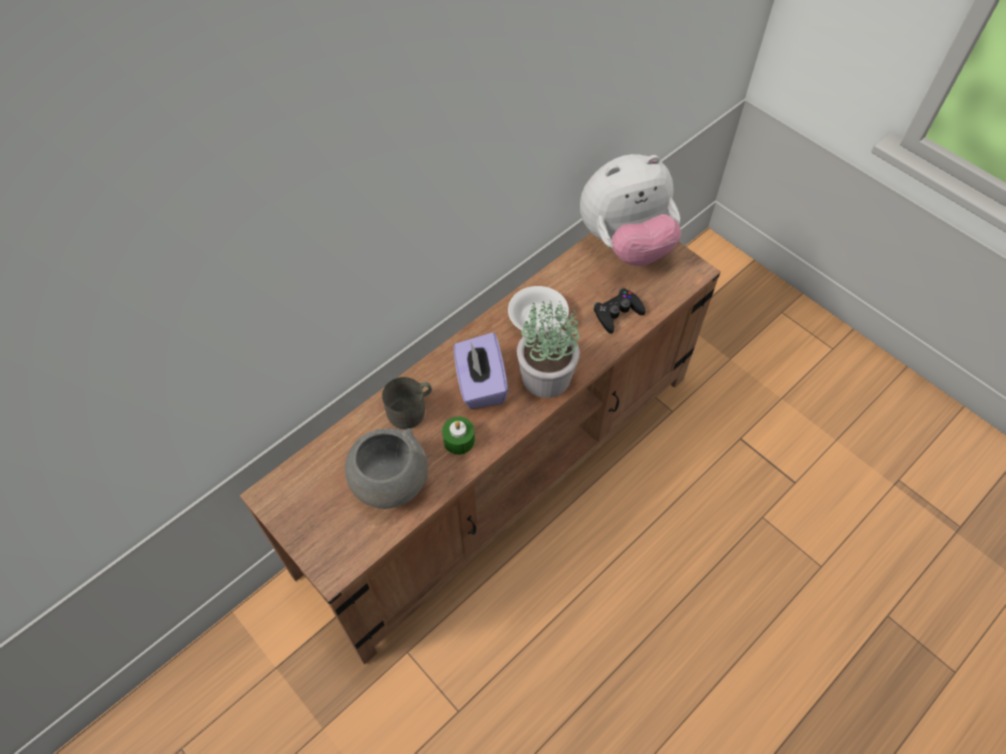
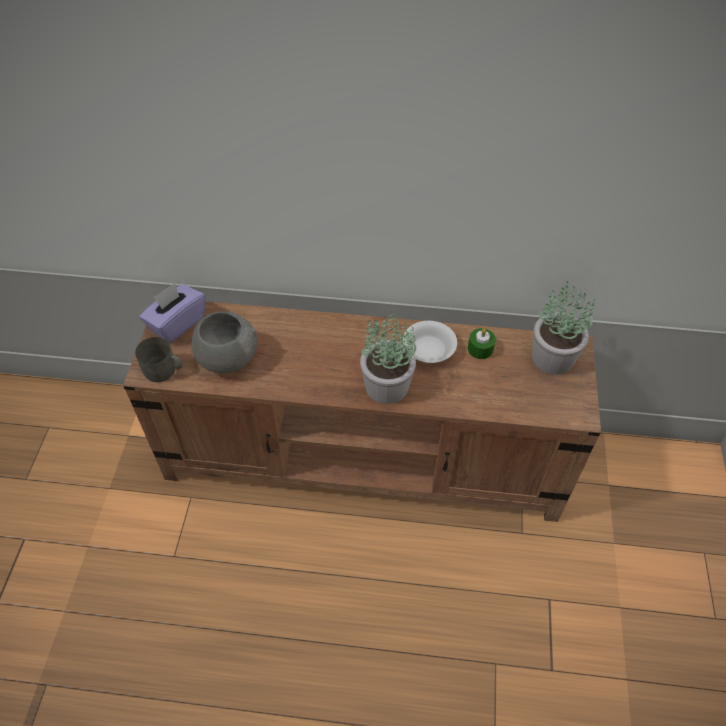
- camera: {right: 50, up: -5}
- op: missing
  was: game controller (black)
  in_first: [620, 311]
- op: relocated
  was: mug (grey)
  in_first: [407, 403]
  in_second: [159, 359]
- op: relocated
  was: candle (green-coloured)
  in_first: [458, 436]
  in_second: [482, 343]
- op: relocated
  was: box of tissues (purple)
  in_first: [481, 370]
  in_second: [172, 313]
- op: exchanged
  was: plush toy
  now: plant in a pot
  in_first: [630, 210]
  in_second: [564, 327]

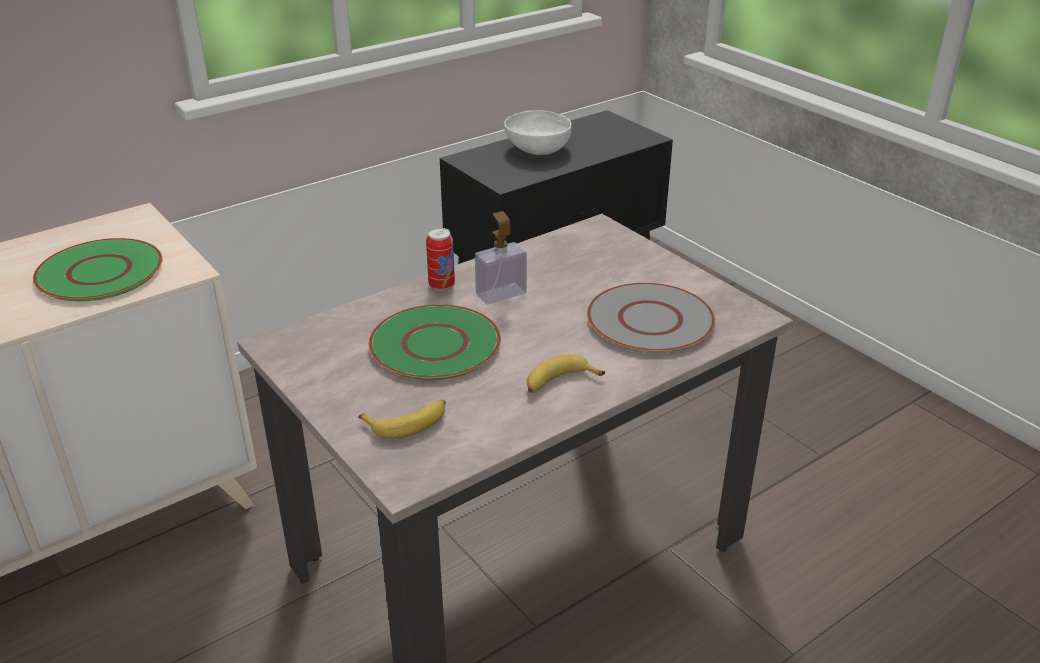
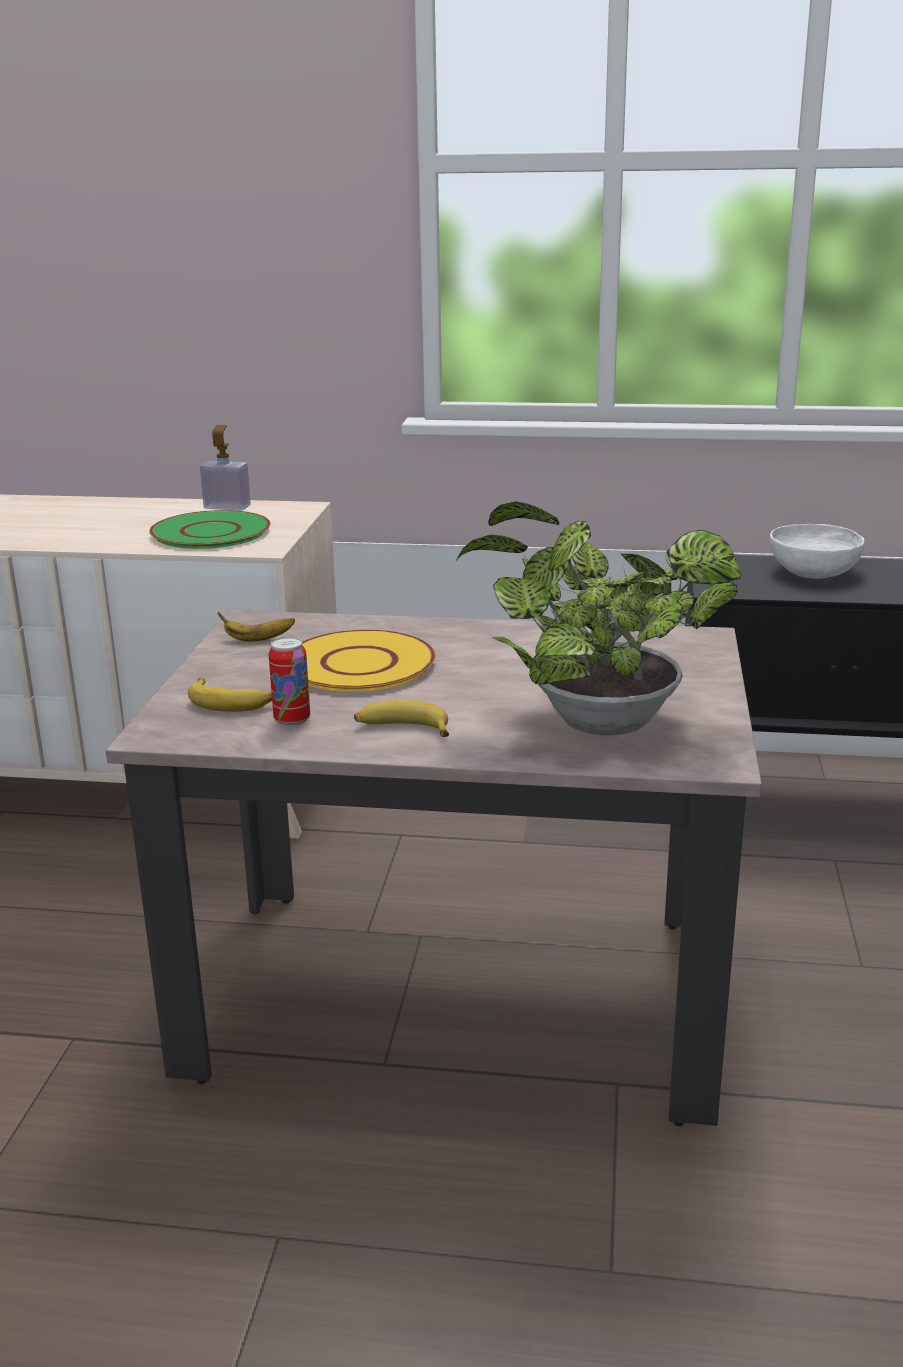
- camera: {right: 45, up: -10}
- op: appeared
  now: banana fruit
  in_second: [256, 627]
- op: relocated
  was: metal can
  in_first: [440, 259]
  in_second: [289, 681]
- op: relocated
  was: liquid soap bottle
  in_first: [501, 258]
  in_second: [225, 468]
- op: exchanged
  was: dinner plate (grey)
  now: plant in a pot
  in_first: [651, 318]
  in_second: [599, 618]
- op: colour
  was: dinner plate (green-coloured)
  now: dinner plate (yellow-coloured)
  in_first: [434, 342]
  in_second: [369, 661]

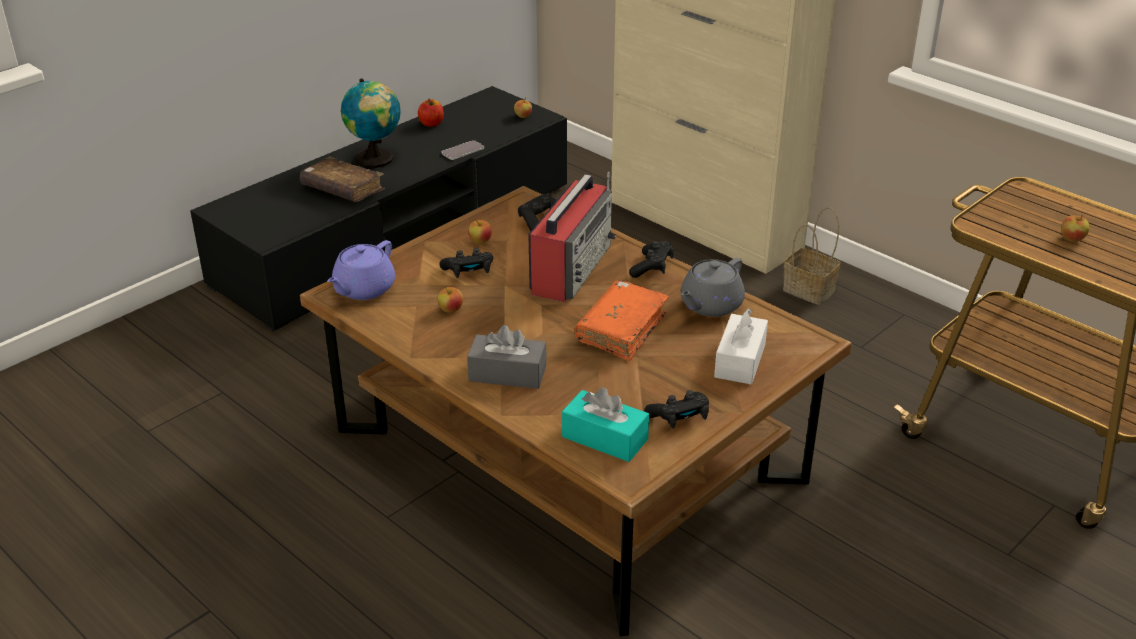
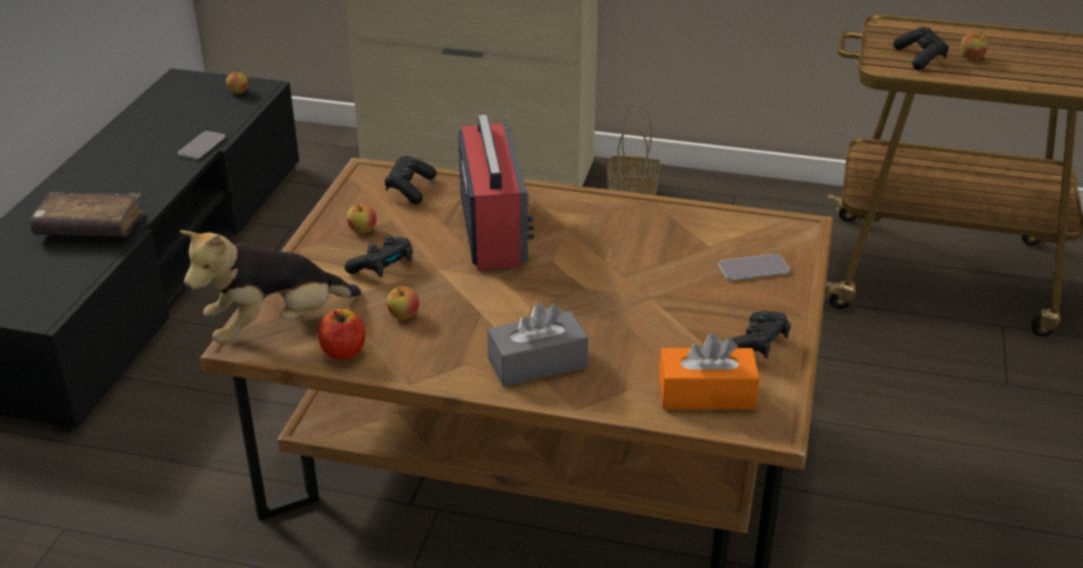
- camera: {right: -30, up: 0}
- op: missing
  was: desk globe
  in_first: [371, 123]
- op: missing
  was: book (orange)
  in_first: [622, 320]
- op: missing
  was: teapot (grey)
  in_first: [713, 287]
- op: relocated
  was: apple fruit
  in_first: [431, 113]
  in_second: [341, 334]
- op: relocated
  was: game controller (black)
  in_first: [651, 259]
  in_second: [921, 48]
- op: exchanged
  was: teapot (purple)
  now: plush toy
  in_first: [361, 270]
  in_second: [270, 286]
- op: exchanged
  was: box of tissues (whitish)
  now: handset
  in_first: [741, 346]
  in_second: [753, 267]
- op: colour
  was: box of tissues (turquoise)
  now: box of tissues (orange)
  in_first: [605, 425]
  in_second: [709, 371]

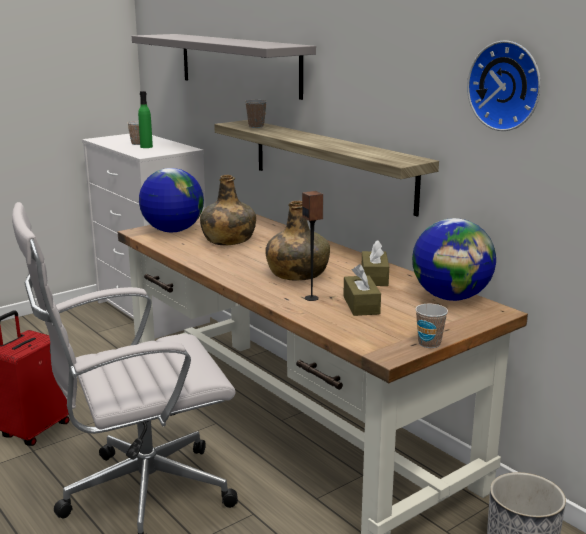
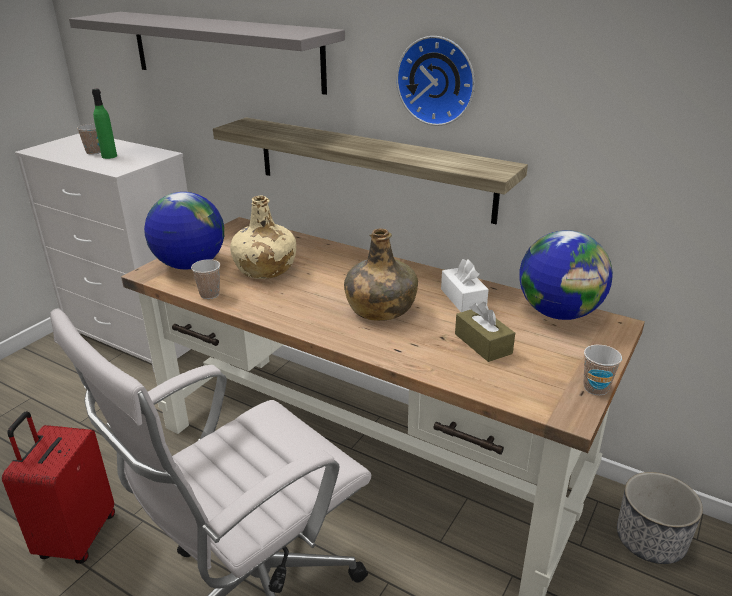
- camera: {right: -20, up: 10}
- op: missing
  was: speaker
  in_first: [313, 246]
- op: relocated
  was: cup
  in_first: [256, 114]
  in_second: [205, 279]
- op: relocated
  was: wall clock
  in_first: [504, 86]
  in_second: [435, 81]
- op: colour
  was: drink bottle (green-coloured)
  now: drink bottle (beige)
  in_first: [228, 210]
  in_second: [263, 237]
- op: colour
  was: box of tissues (brown-coloured)
  now: box of tissues (whitish)
  in_first: [375, 263]
  in_second: [465, 285]

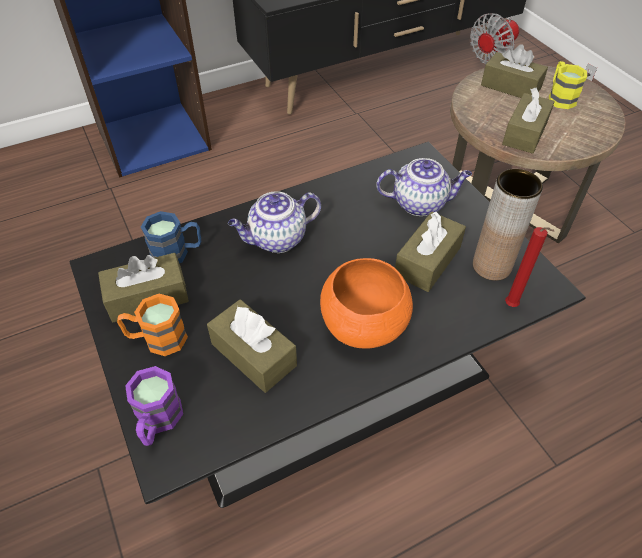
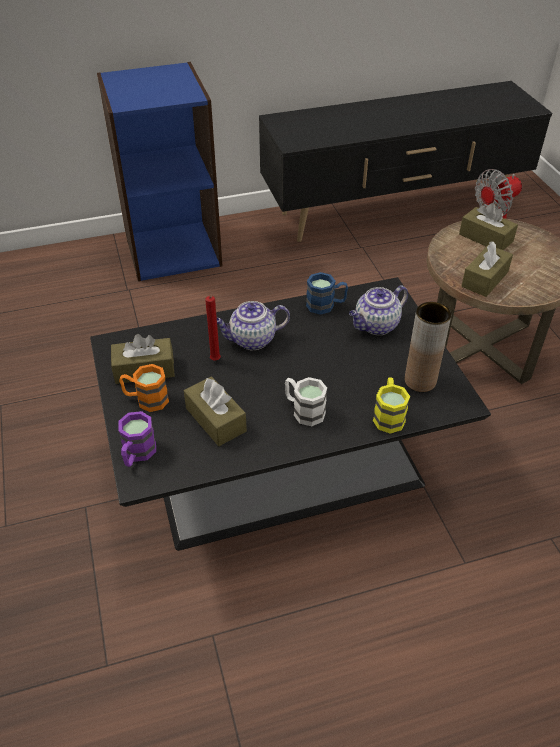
- camera: {right: 10, up: -5}
- op: missing
  was: box of tissues (brown-coloured)
  in_first: [430, 251]
- op: relocated
  was: mug (blue)
  in_first: [171, 237]
  in_second: [327, 293]
- op: relocated
  was: candle (red-coloured)
  in_first: [529, 267]
  in_second: [213, 328]
- op: relocated
  was: mug (yellow-coloured)
  in_first: [568, 85]
  in_second: [391, 405]
- op: exchanged
  was: serving bowl (orange)
  now: mug (whitish)
  in_first: [366, 303]
  in_second: [306, 401]
- op: spun
  was: teapot
  in_first: [424, 187]
  in_second: [378, 310]
  clockwise: 135

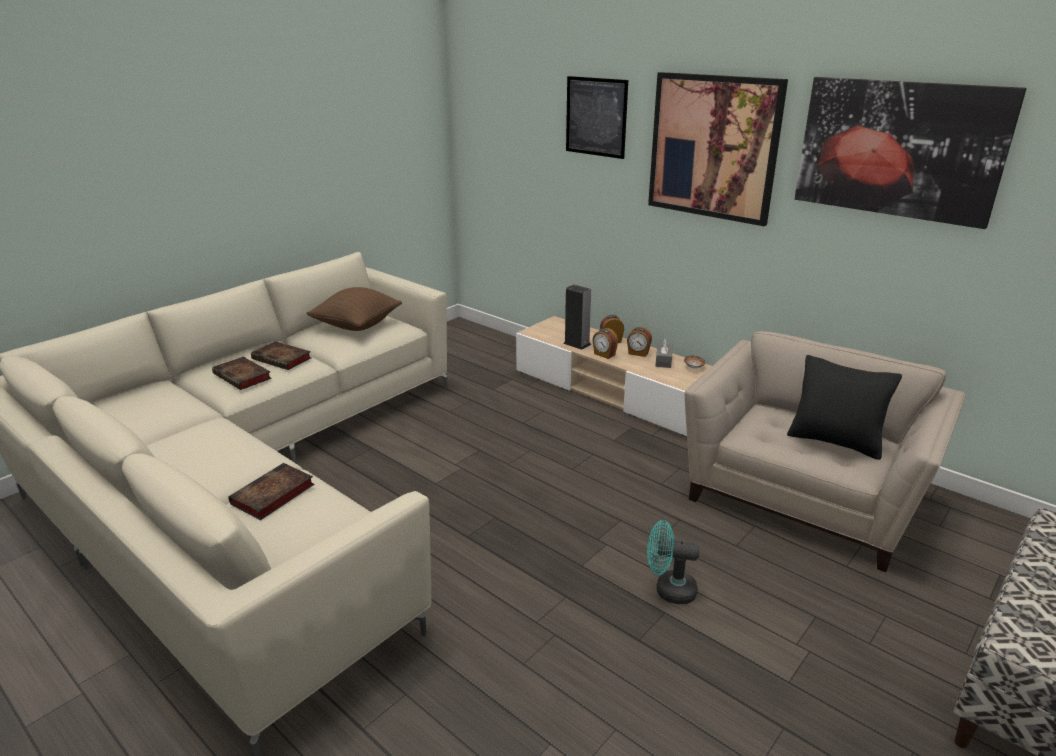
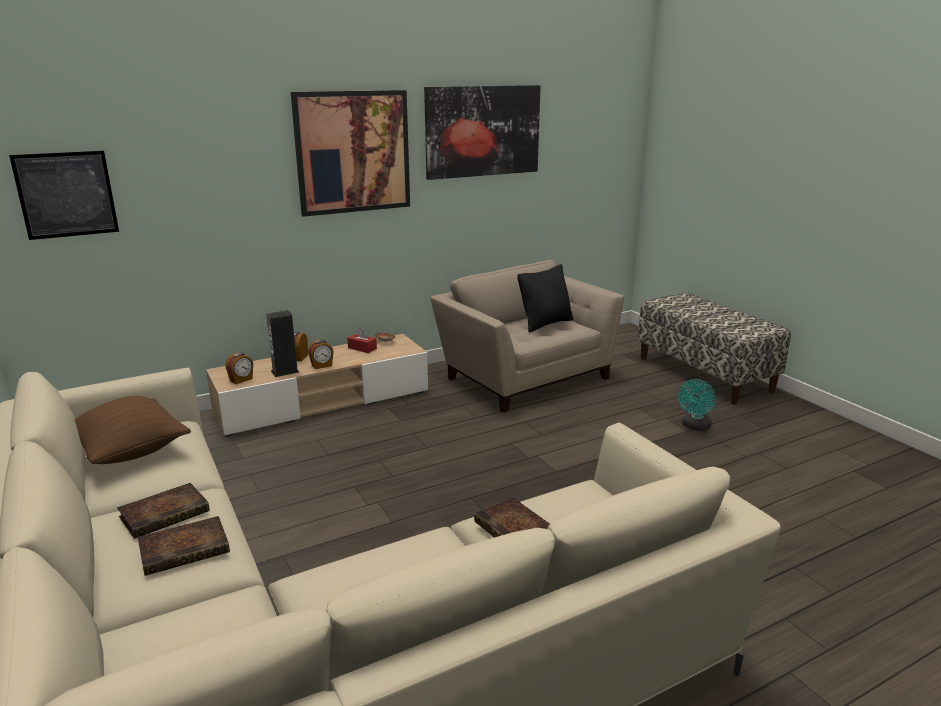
- camera: {right: -70, up: -5}
- op: relocated
  was: wall art
  in_first: [597, 117]
  in_second: [64, 195]
- op: relocated
  was: alarm clock
  in_first: [639, 342]
  in_second: [239, 368]
- op: relocated
  was: cooling fan (turquoise)
  in_first: [673, 562]
  in_second: [697, 405]
- op: colour
  was: box of tissues (grey)
  now: box of tissues (red-coloured)
  in_first: [664, 353]
  in_second: [362, 340]

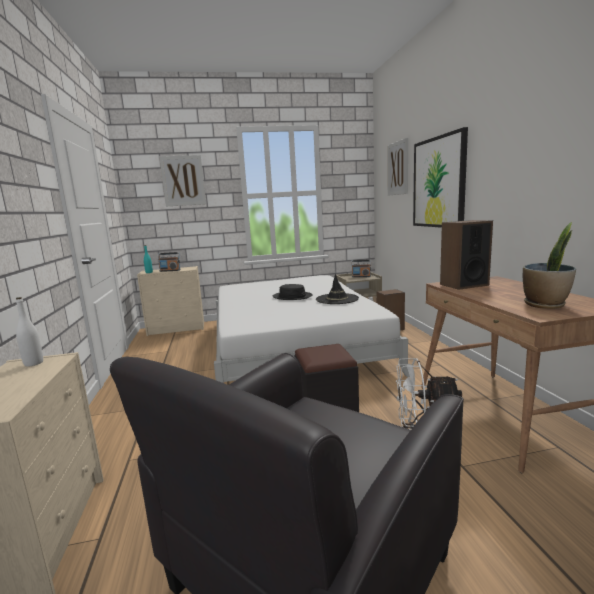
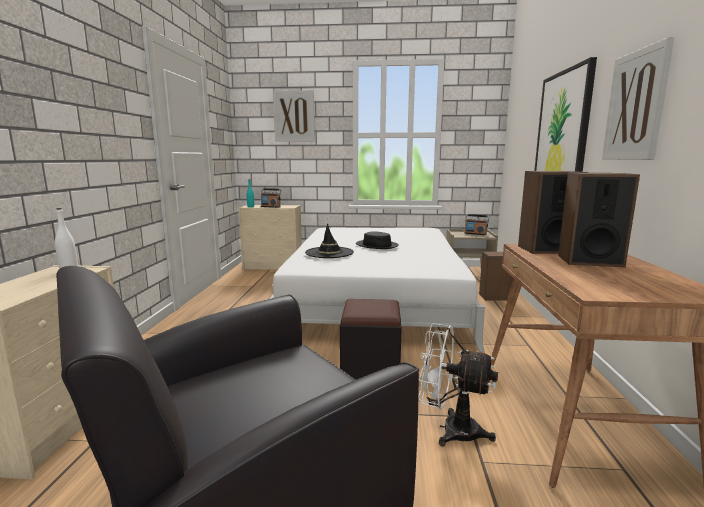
- camera: {right: 15, up: 0}
- op: missing
  was: plant in a pot
  in_first: [549, 265]
- op: appeared
  now: speaker
  in_second: [599, 220]
- op: relocated
  was: wearable hat (black)
  in_first: [337, 289]
  in_second: [329, 241]
- op: relocated
  was: wall art
  in_first: [398, 167]
  in_second: [638, 98]

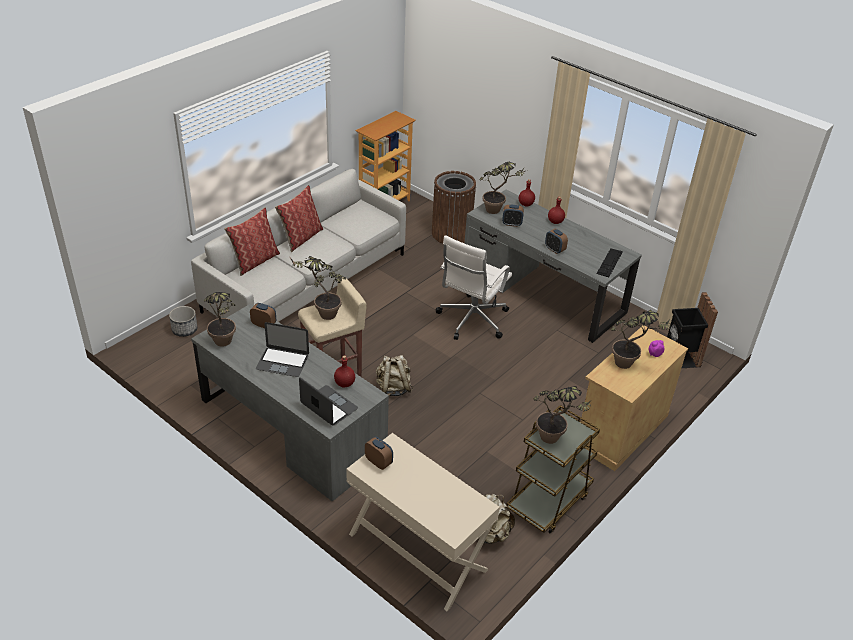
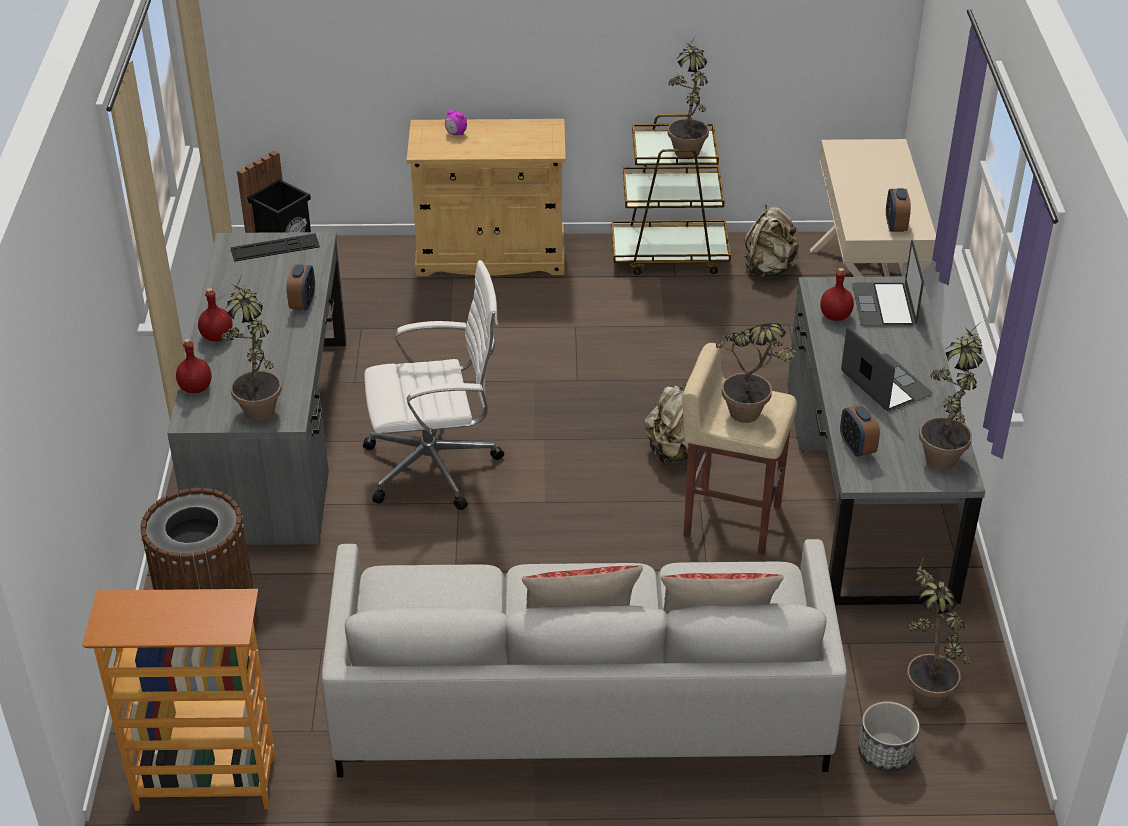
- camera: {right: -130, up: 0}
- op: missing
  was: alarm clock
  in_first: [513, 216]
- op: relocated
  was: plant in a pot
  in_first: [640, 339]
  in_second: [939, 632]

